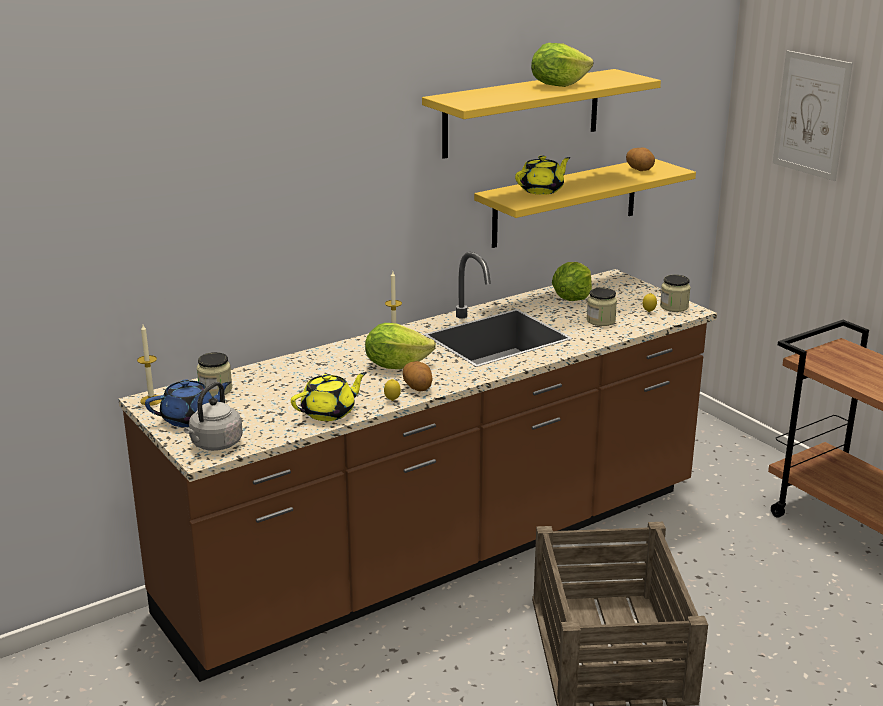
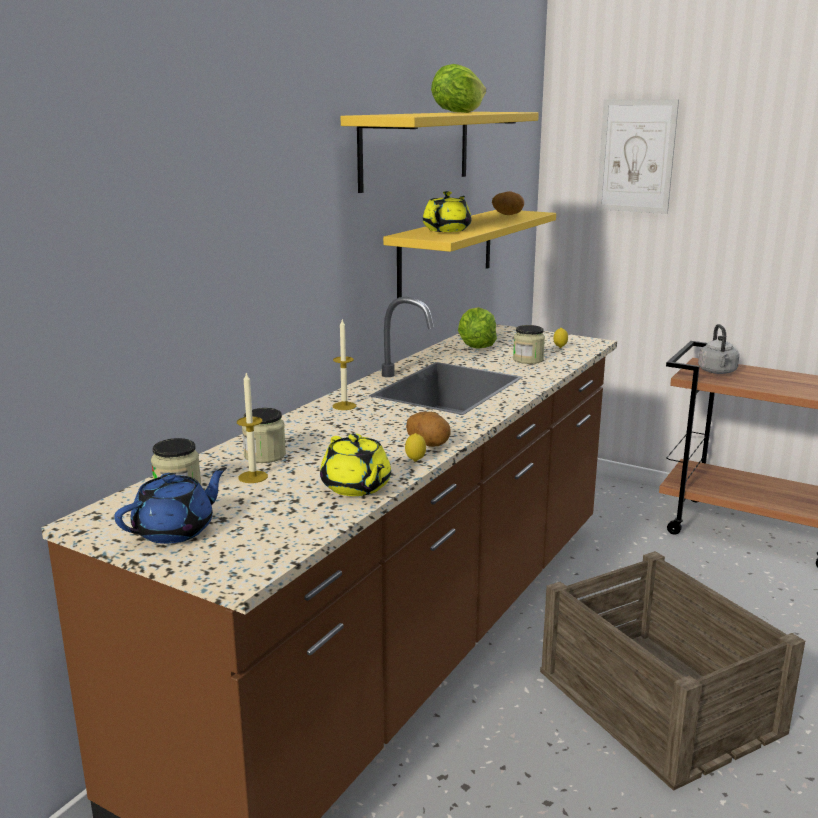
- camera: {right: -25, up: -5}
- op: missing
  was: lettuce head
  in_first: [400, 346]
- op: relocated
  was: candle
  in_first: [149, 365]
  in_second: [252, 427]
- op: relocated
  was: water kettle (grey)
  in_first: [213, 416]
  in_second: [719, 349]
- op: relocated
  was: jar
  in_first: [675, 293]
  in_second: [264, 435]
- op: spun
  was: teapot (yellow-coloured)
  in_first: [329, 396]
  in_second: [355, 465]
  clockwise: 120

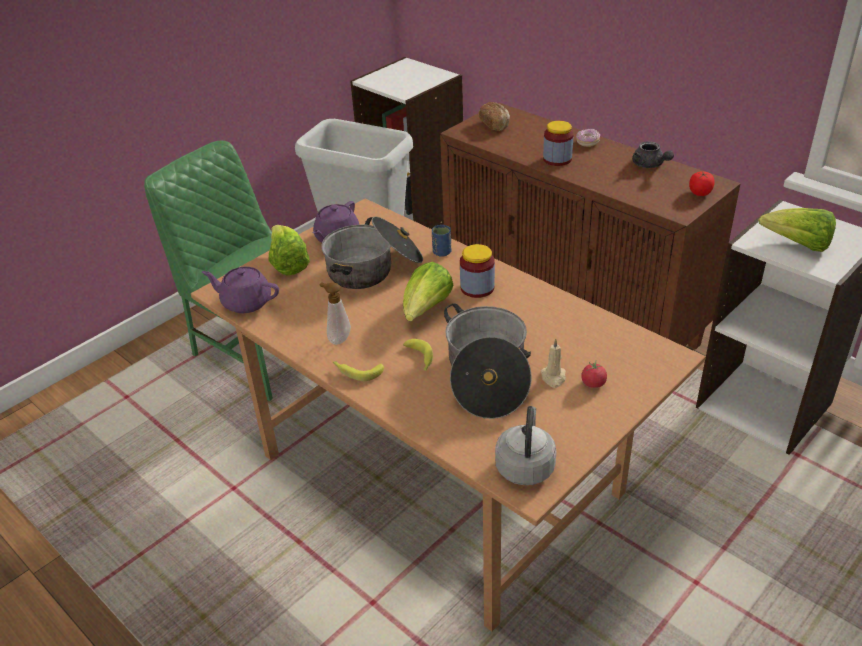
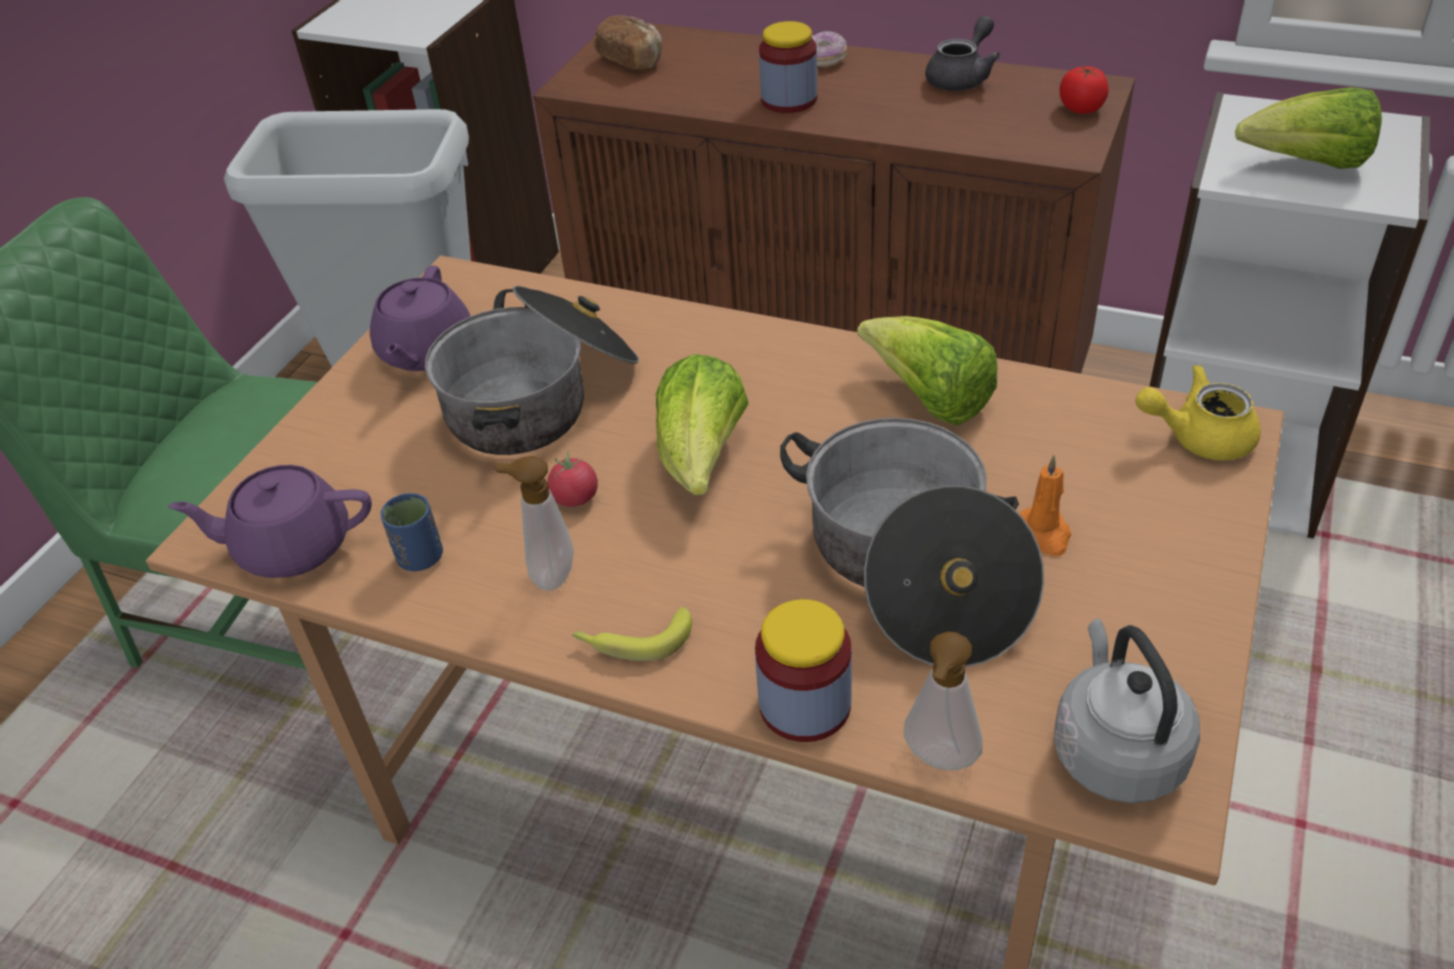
- camera: {right: -20, up: 5}
- op: missing
  was: banana fruit
  in_first: [418, 355]
- op: appeared
  now: liquid soap bottle
  in_second: [943, 701]
- op: appeared
  now: teapot (yellow-coloured)
  in_second: [1198, 412]
- op: relocated
  was: lettuce head
  in_first: [289, 250]
  in_second: [927, 370]
- op: relocated
  was: cup (blue)
  in_first: [442, 241]
  in_second: [411, 532]
- op: relocated
  was: jar
  in_first: [477, 271]
  in_second: [803, 670]
- op: relocated
  was: tomato
  in_first: [594, 374]
  in_second: [572, 479]
- op: colour
  was: candle (beige)
  now: candle (orange)
  in_first: [553, 363]
  in_second: [1045, 505]
- op: spun
  was: teapot (grey)
  in_first: [653, 154]
  in_second: [963, 53]
  clockwise: -90

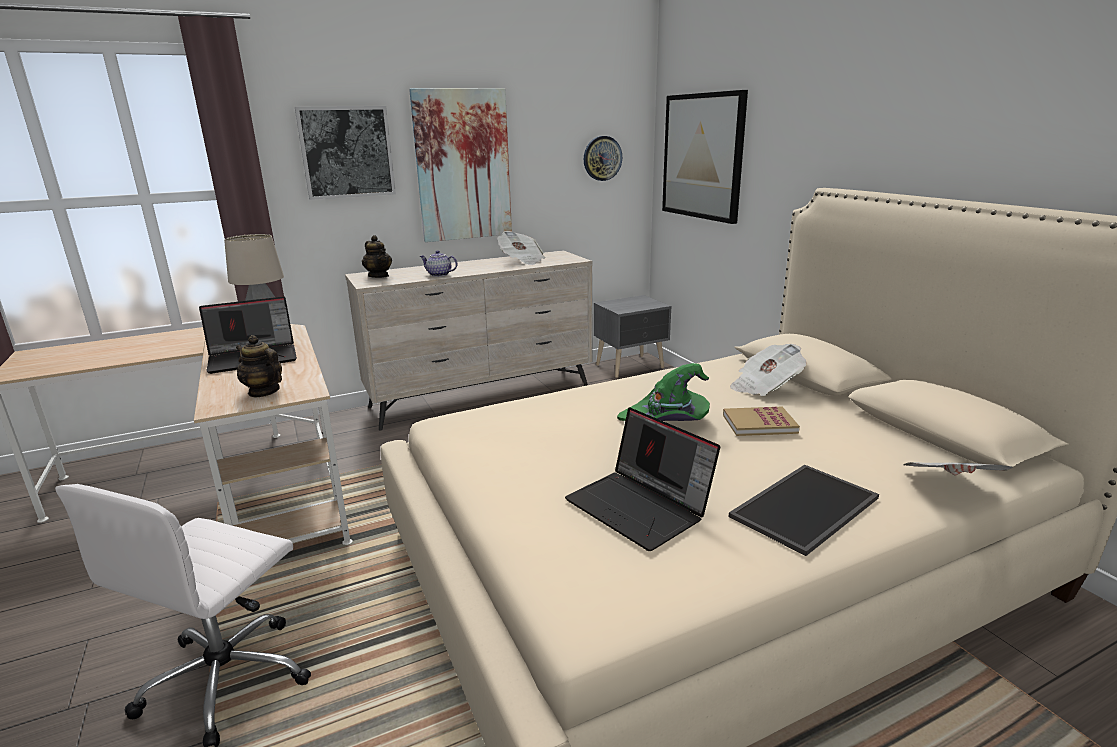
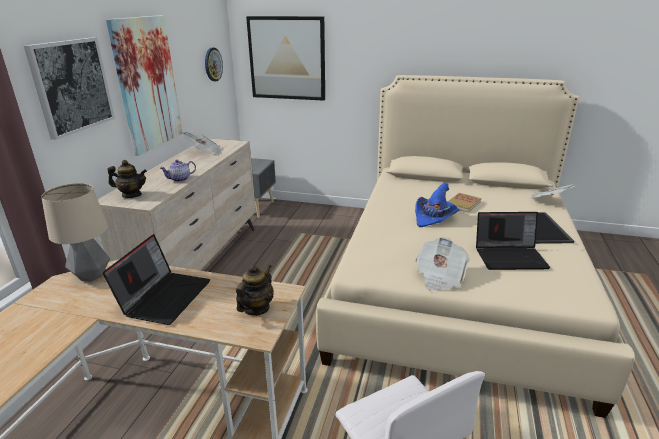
- camera: {right: -50, up: 5}
- op: relocated
  was: printed paper
  in_first: [768, 370]
  in_second: [442, 264]
- op: colour
  was: wearable hat (green-coloured)
  now: wearable hat (blue)
  in_first: [663, 392]
  in_second: [437, 205]
- op: spun
  was: teapot
  in_first: [259, 366]
  in_second: [255, 290]
  clockwise: 135

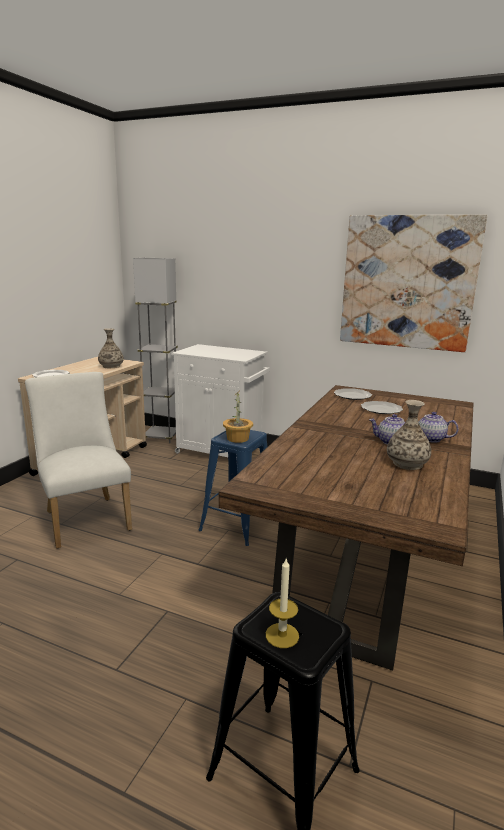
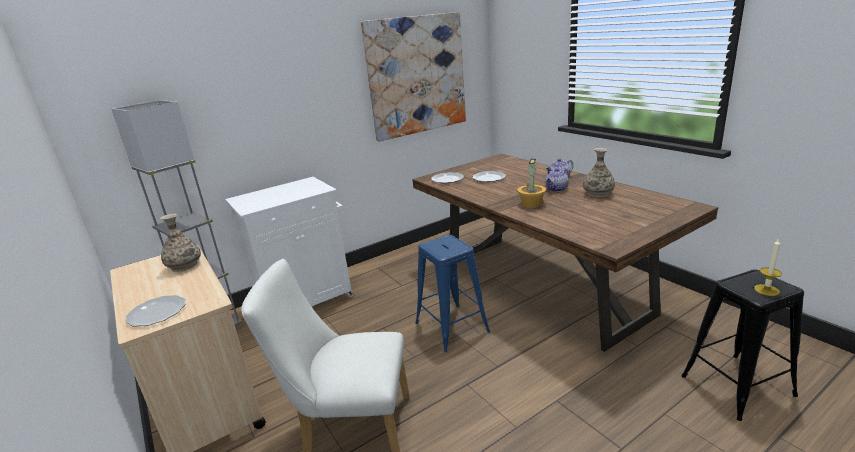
- camera: {right: -55, up: 5}
- op: relocated
  was: plant in a pot
  in_first: [238, 417]
  in_second: [531, 183]

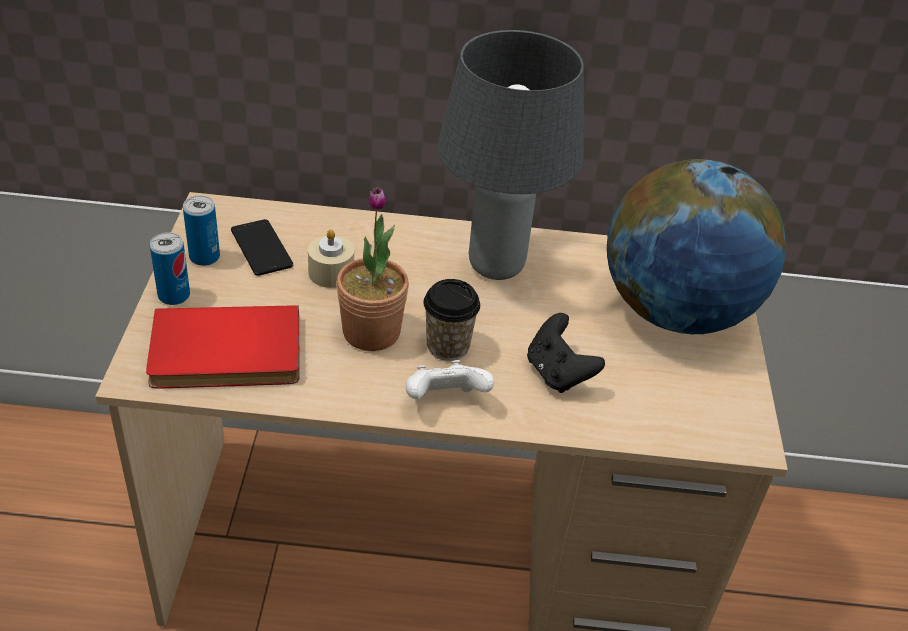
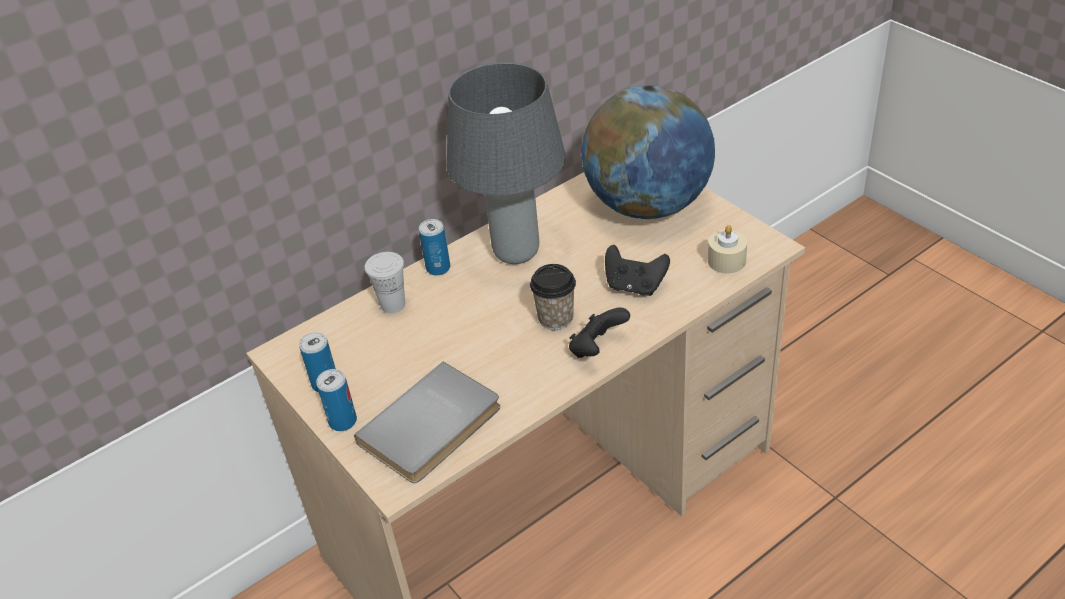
- camera: {right: -35, up: 0}
- op: missing
  was: handset
  in_first: [262, 247]
- op: missing
  was: plant in a pot
  in_first: [372, 269]
- op: appeared
  now: cup (whitish)
  in_second: [385, 282]
- op: appeared
  now: metal can
  in_second: [434, 247]
- op: relocated
  was: candle (beige)
  in_first: [331, 258]
  in_second: [727, 249]
- op: colour
  was: book (red-coloured)
  now: book (grey)
  in_first: [223, 346]
  in_second: [427, 422]
- op: colour
  was: game controller (whitish)
  now: game controller (black)
  in_first: [449, 379]
  in_second: [599, 333]

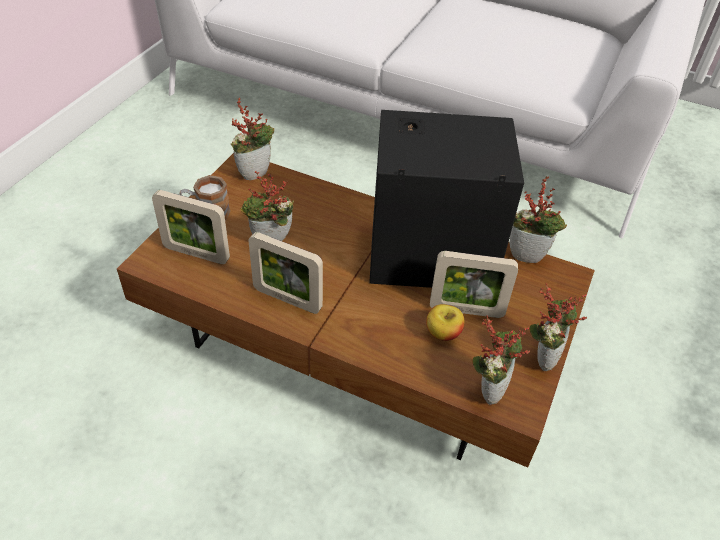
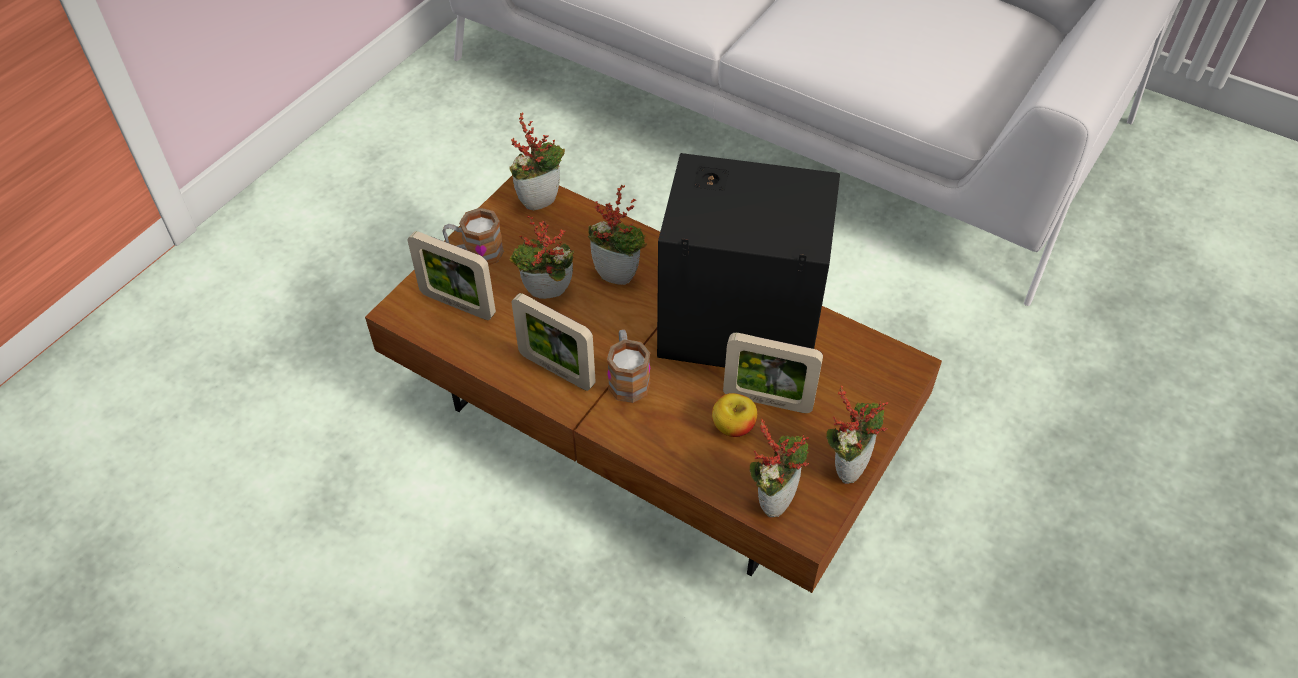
- camera: {right: 10, up: 5}
- op: appeared
  now: mug
  in_second: [629, 366]
- op: relocated
  was: plant in a pot
  in_first: [538, 219]
  in_second: [617, 235]

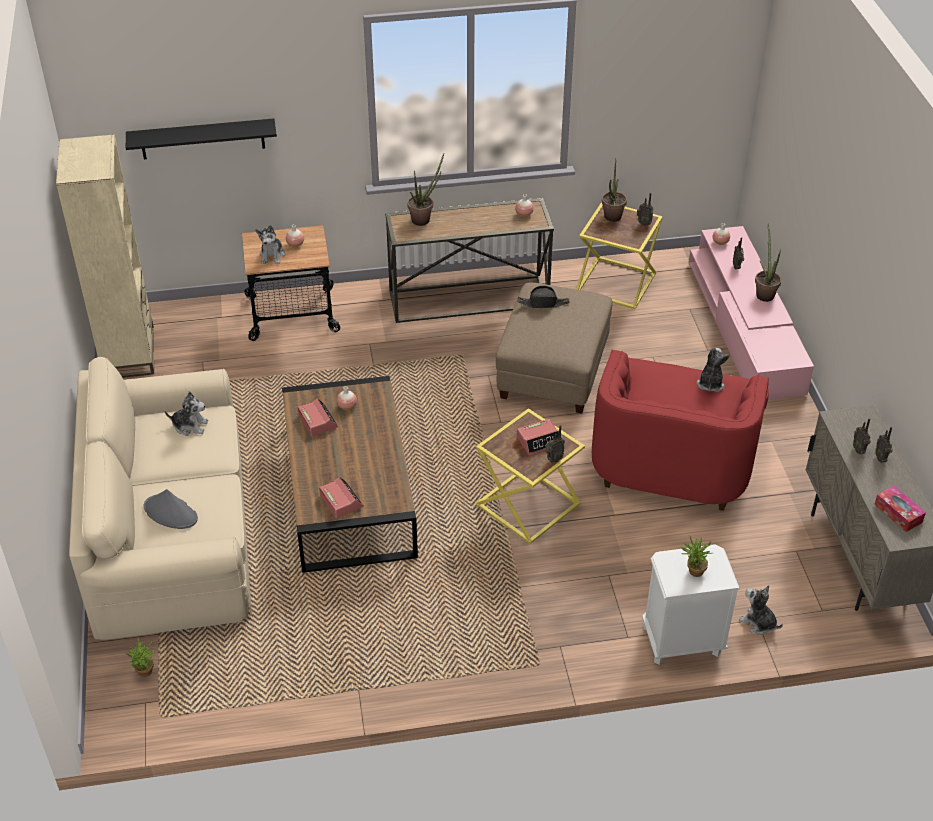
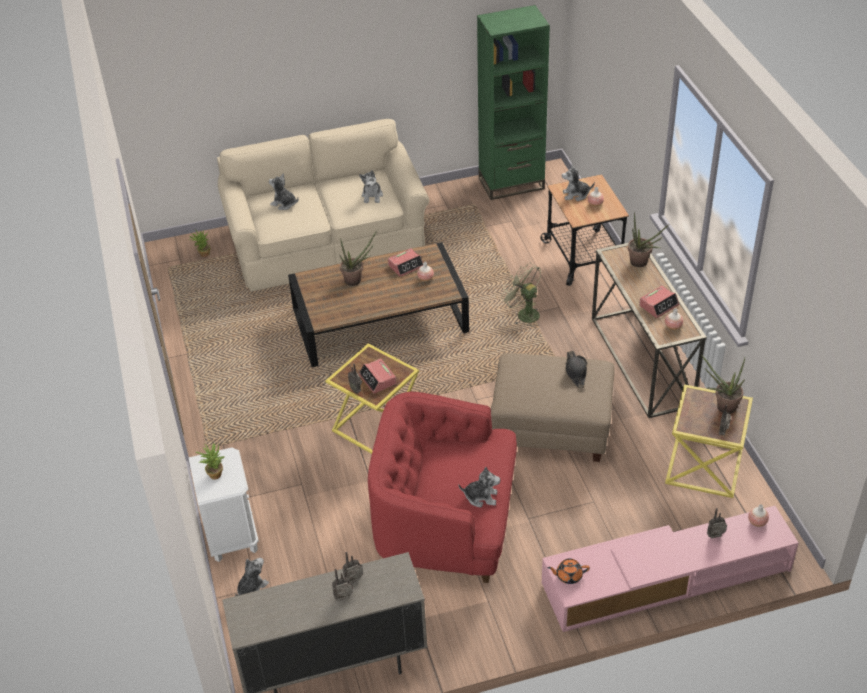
- camera: {right: 85, up: 0}
- op: missing
  was: wall shelf (black)
  in_first: [201, 139]
- op: missing
  was: box of tissues
  in_first: [900, 509]
- op: appeared
  now: cooling fan (green-coloured)
  in_second: [521, 294]
- op: appeared
  now: teapot (orange)
  in_second: [569, 571]
- op: relocated
  was: alarm clock
  in_first: [341, 497]
  in_second: [659, 302]
- op: relocated
  was: plant in a pot
  in_first: [768, 263]
  in_second: [358, 258]
- op: exchanged
  was: wearable hat (grey)
  now: plush toy
  in_first: [171, 509]
  in_second: [284, 191]
- op: colour
  was: bookshelf (beige)
  now: bookshelf (green-coloured)
  in_first: [105, 256]
  in_second: [513, 102]

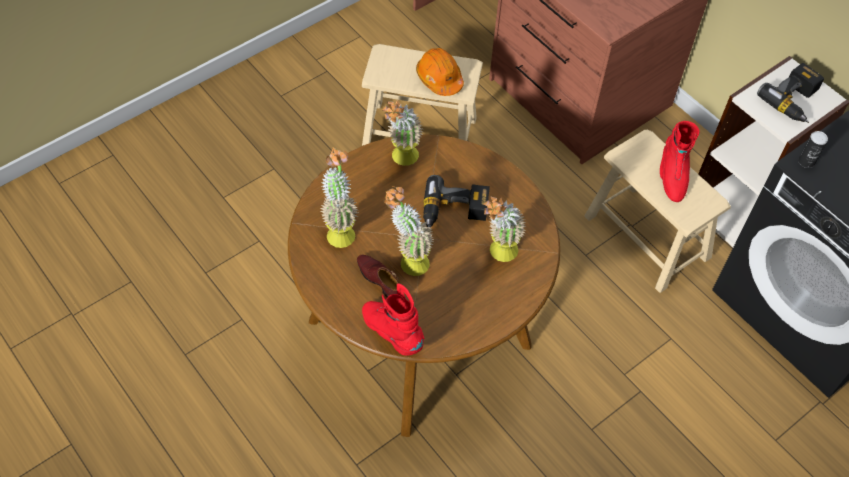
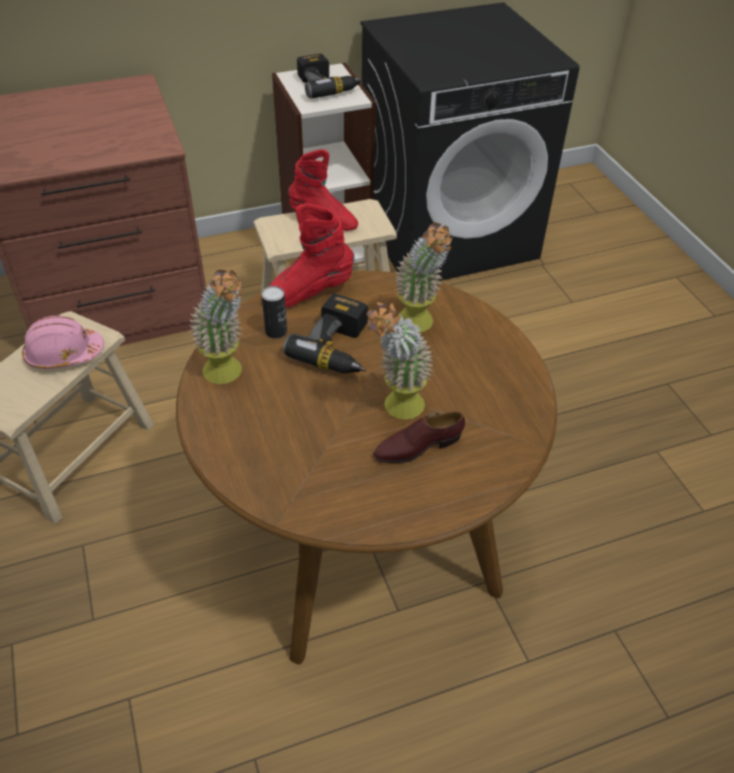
- camera: {right: -70, up: -10}
- op: missing
  was: plant in a pot
  in_first: [339, 198]
- op: relocated
  was: boot (red-coloured)
  in_first: [393, 319]
  in_second: [308, 255]
- op: relocated
  was: metal can
  in_first: [813, 149]
  in_second: [274, 312]
- op: colour
  was: safety helmet (orange)
  now: safety helmet (pink-coloured)
  in_first: [440, 72]
  in_second: [63, 342]

